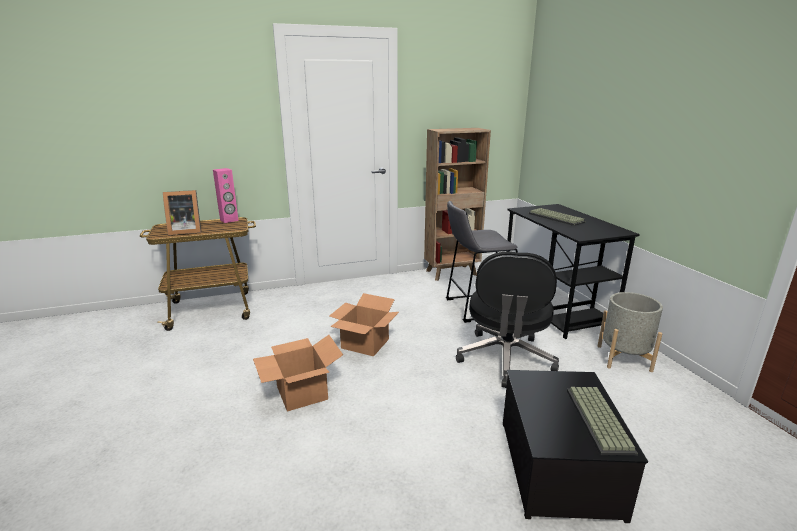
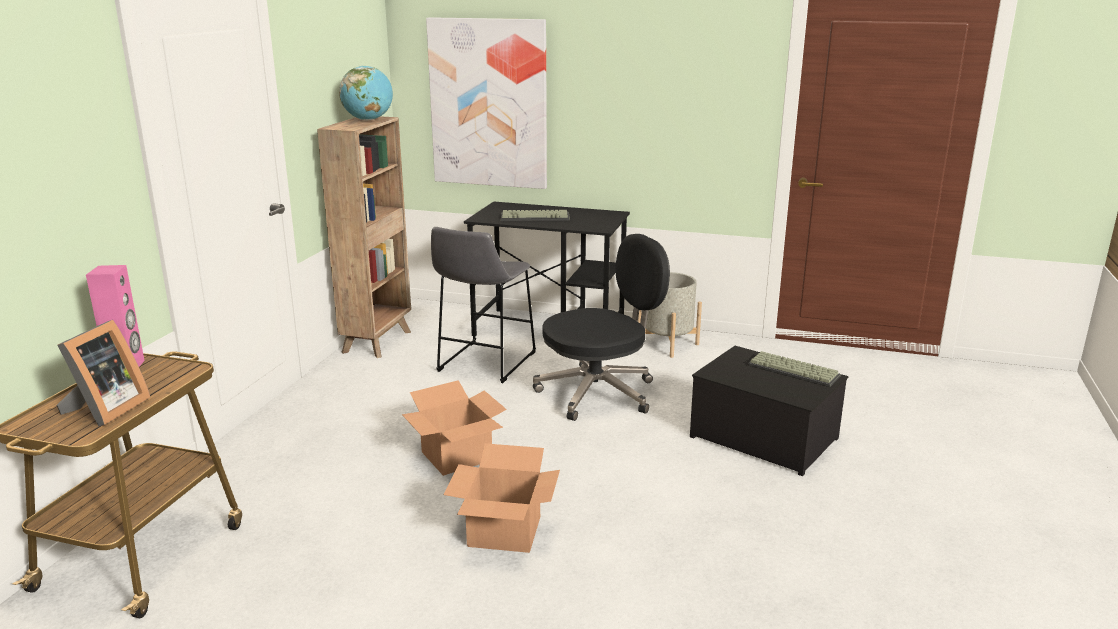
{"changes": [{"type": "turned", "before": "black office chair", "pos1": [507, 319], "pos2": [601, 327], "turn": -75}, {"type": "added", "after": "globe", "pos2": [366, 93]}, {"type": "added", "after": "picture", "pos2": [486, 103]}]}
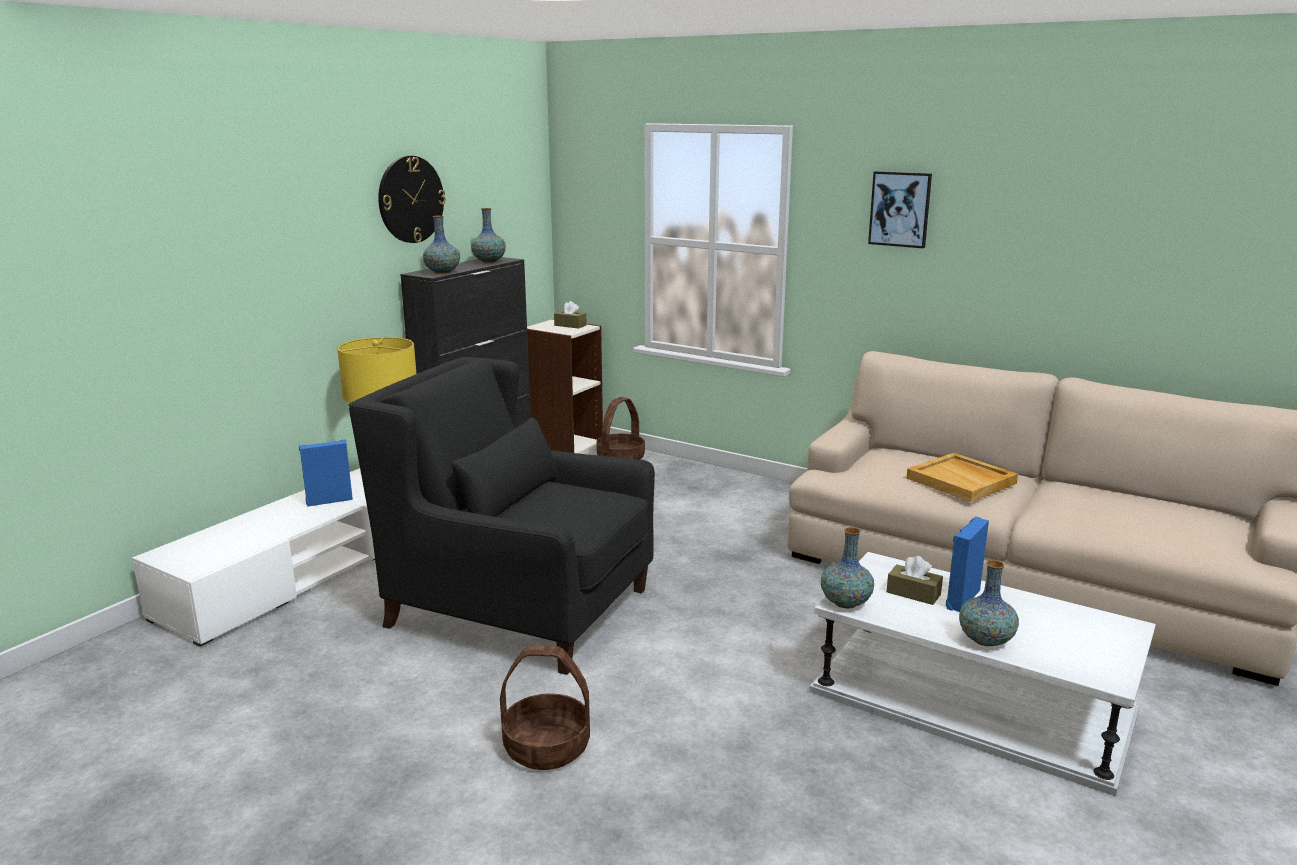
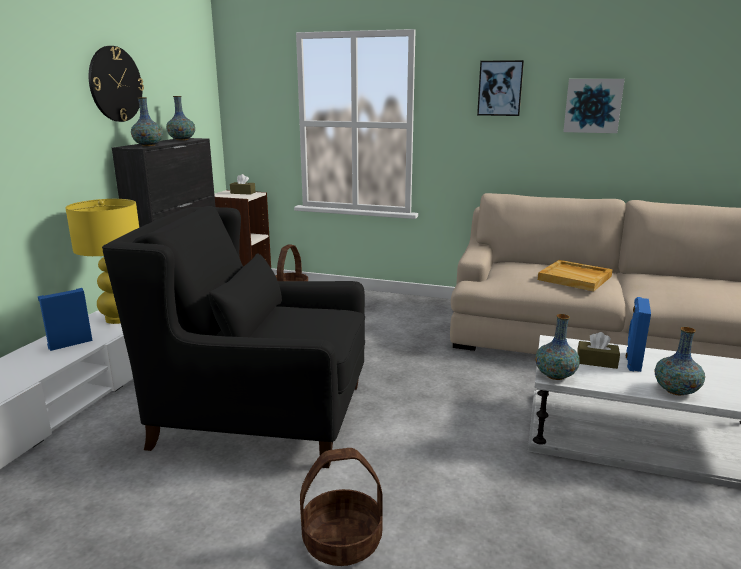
{"changes": [{"type": "added", "after": "picture", "pos2": [594, 106]}]}
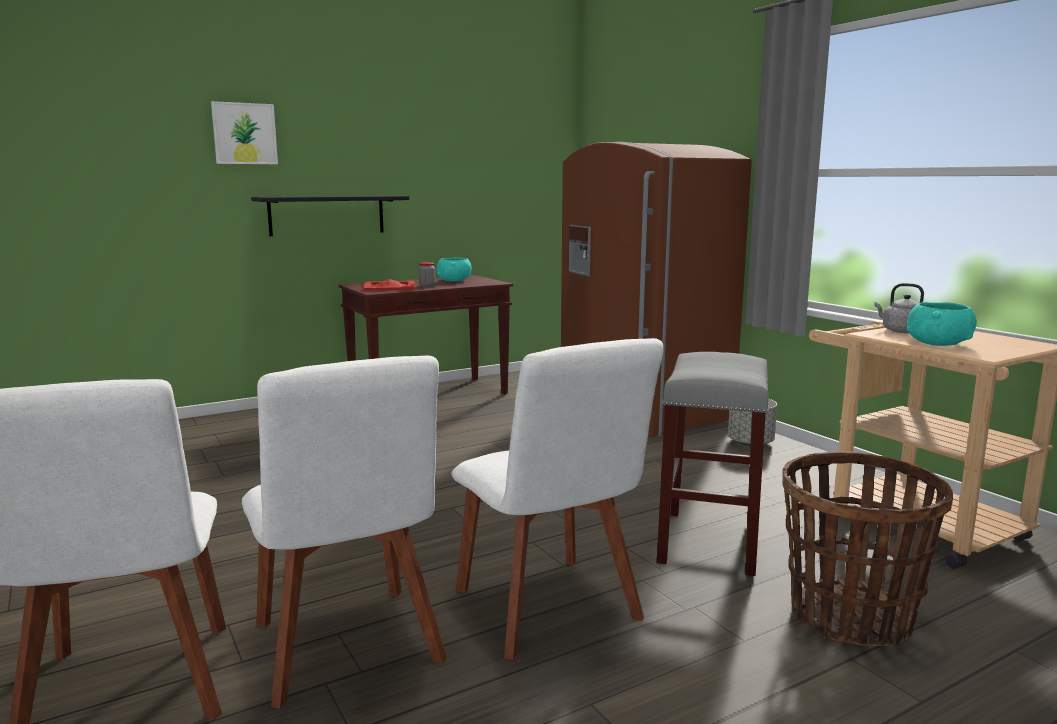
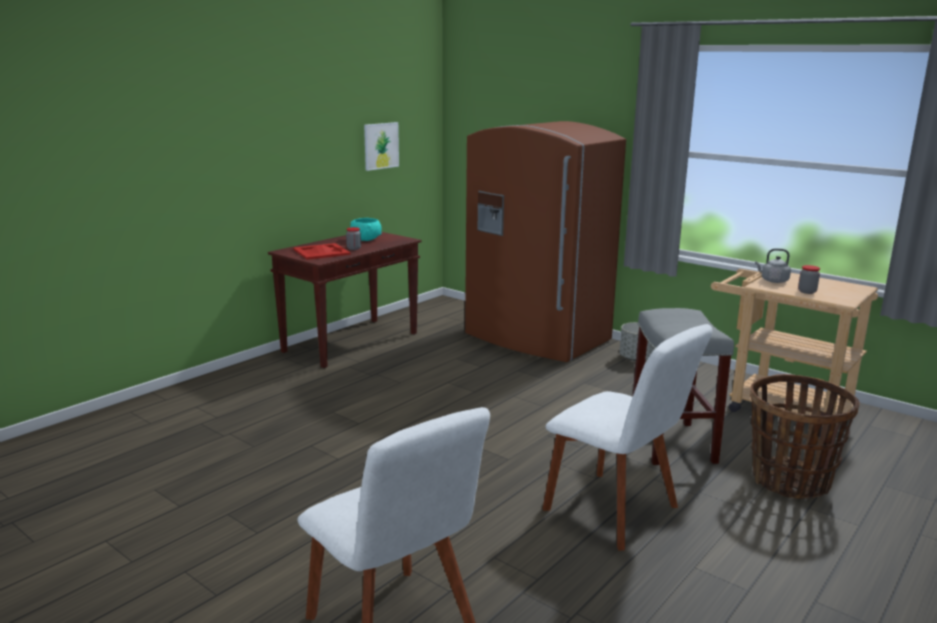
{"changes": [{"type": "moved", "before": "picture", "pos1": [244, 132], "pos2": [381, 146]}, {"type": "removed", "before": "white chair", "pos1": [344, 532]}, {"type": "removed", "before": "black shelf", "pos1": [330, 215]}, {"type": "replaced", "before": "turquoise bowl", "after": "jar", "pos1": [942, 324], "pos2": [809, 279]}]}
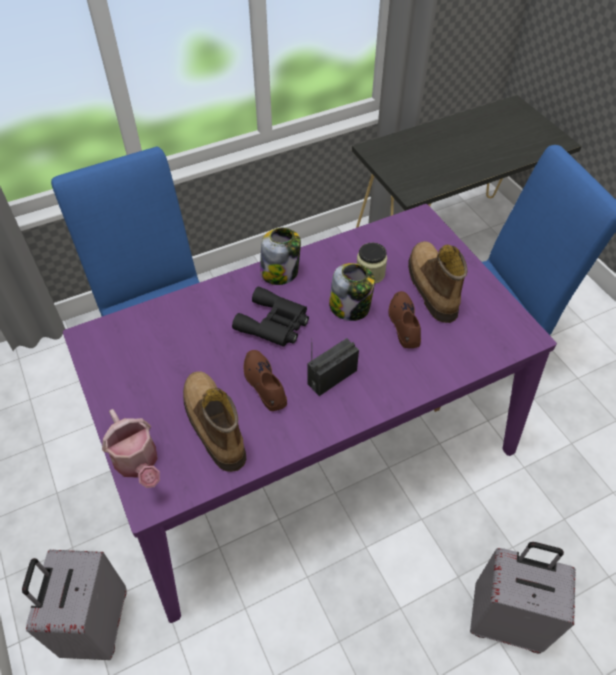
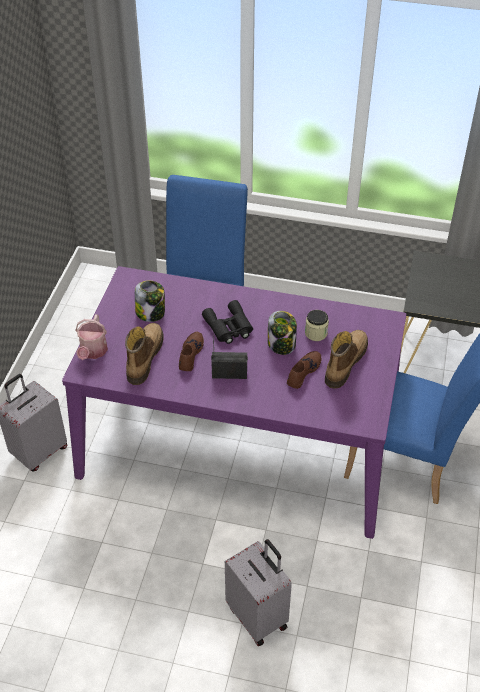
{"changes": [{"type": "moved", "before": "jar", "pos1": [280, 256], "pos2": [150, 301]}]}
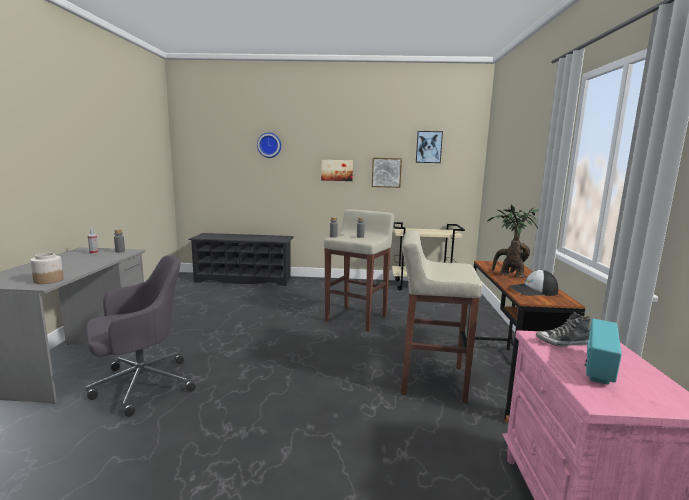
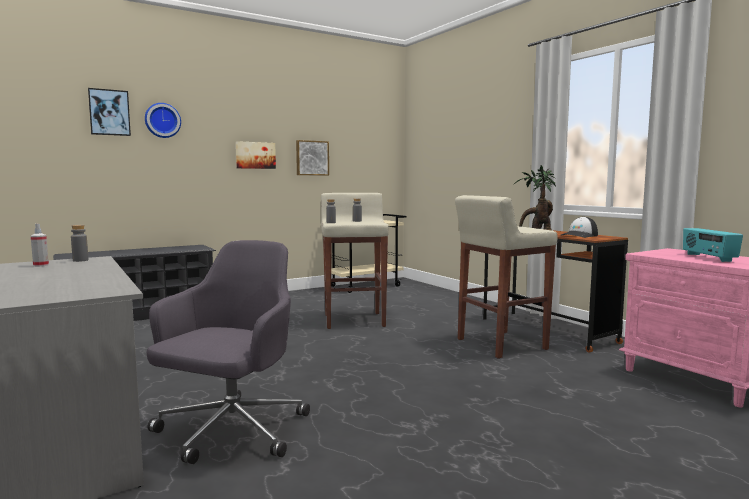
{"changes": [{"type": "removed", "before": "jar", "pos1": [47, 268]}, {"type": "moved", "before": "picture", "pos1": [429, 147], "pos2": [109, 112]}, {"type": "removed", "before": "shoe", "pos1": [563, 329]}]}
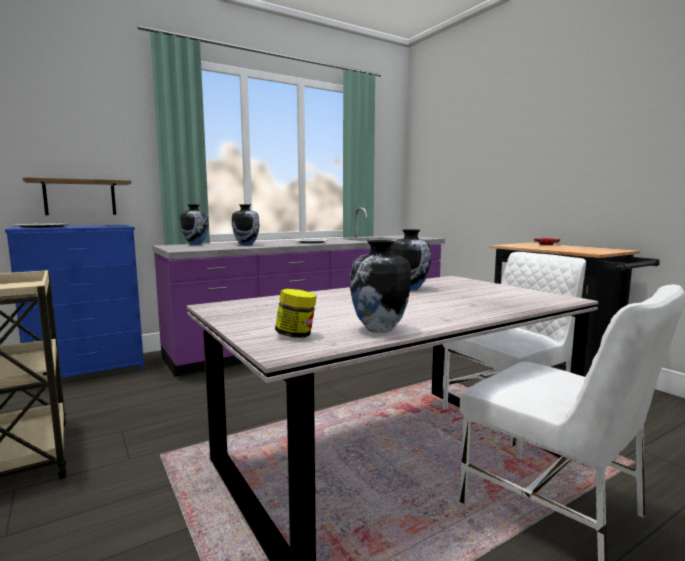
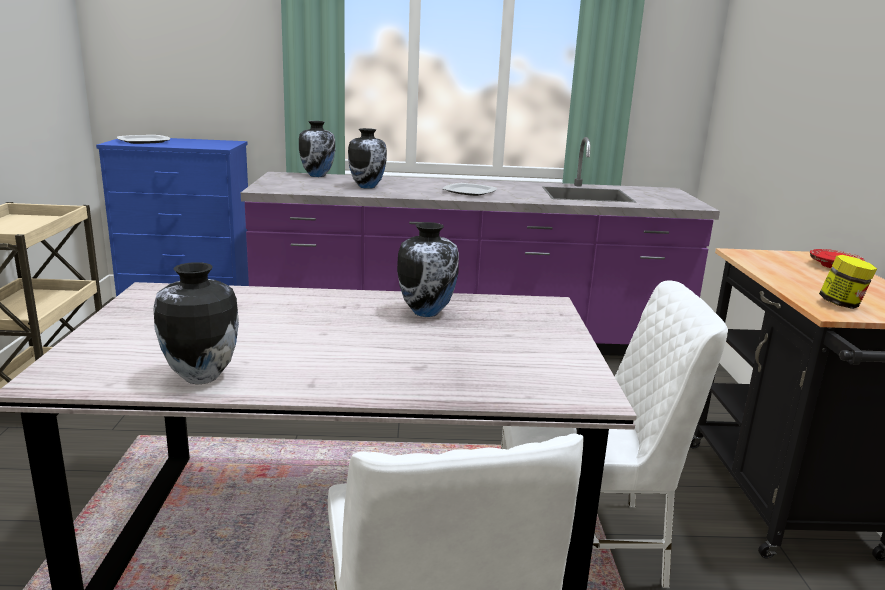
{"changes": [{"type": "removed", "before": "shelf", "pos1": [77, 196]}, {"type": "moved", "before": "jar", "pos1": [296, 313], "pos2": [848, 282]}]}
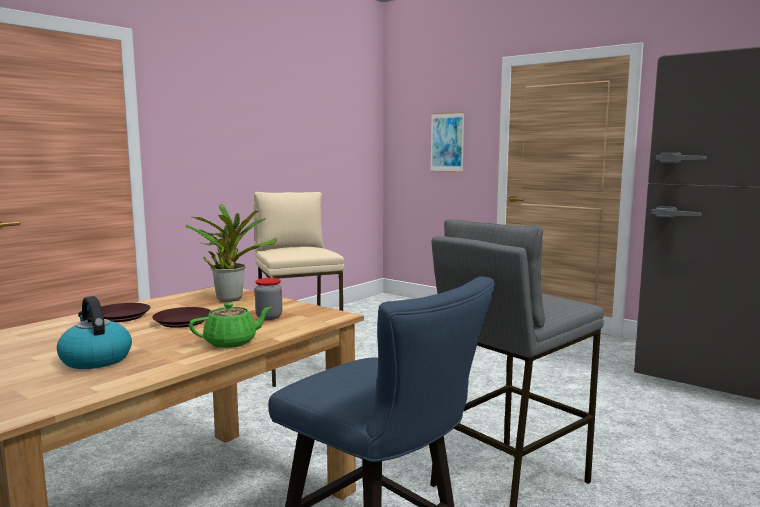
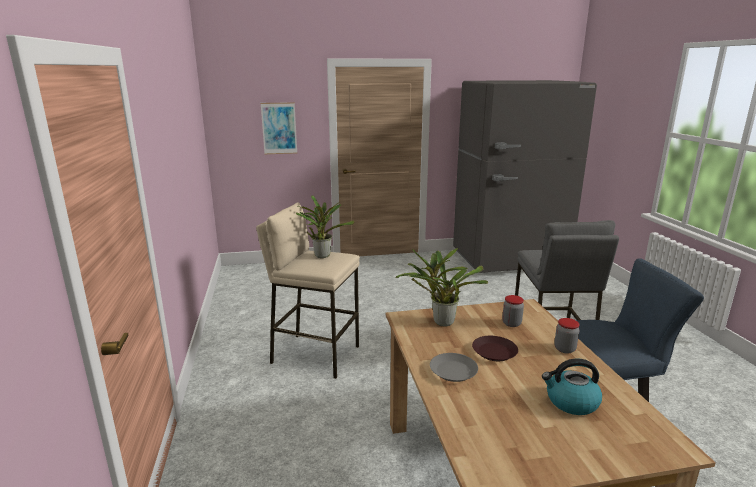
{"changes": [{"type": "recoloured", "before": "brown plate", "after": "grey plate", "pos1": [125, 312], "pos2": [454, 367]}, {"type": "replaced", "before": "green teapot", "after": "jar", "pos1": [230, 325], "pos2": [567, 336]}, {"type": "added", "after": "potted plant", "pos2": [325, 226]}]}
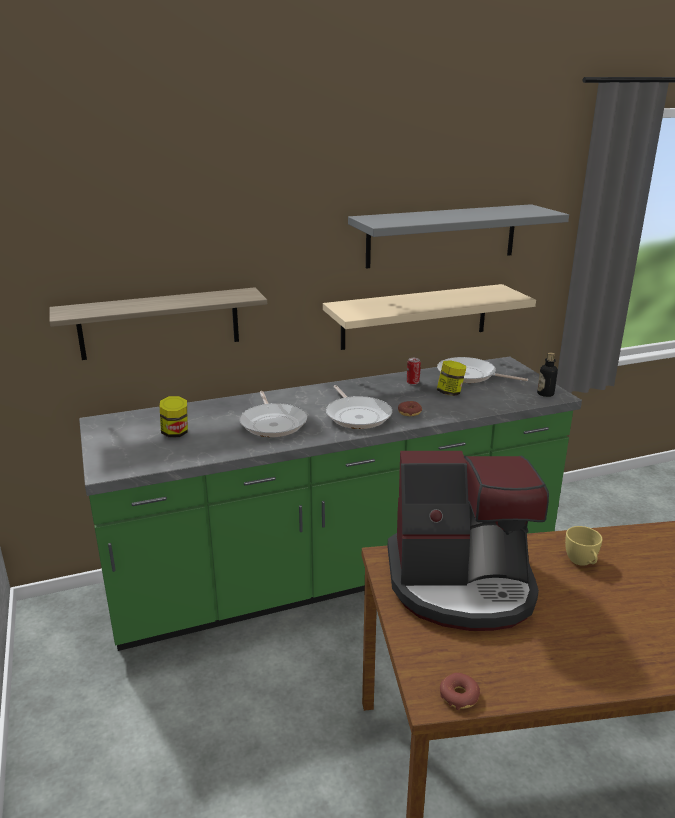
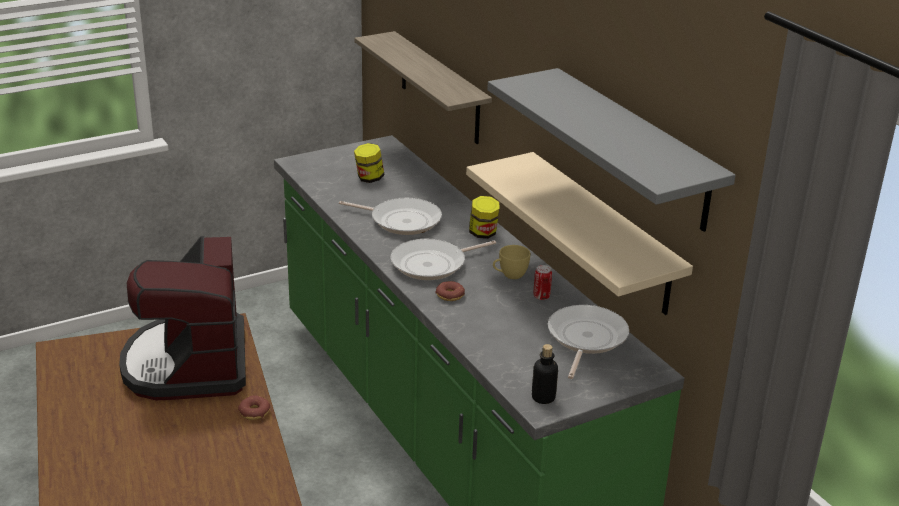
{"changes": [{"type": "turned", "before": "frying pan", "pos1": [273, 414], "pos2": [390, 216], "turn": -135}, {"type": "moved", "before": "jar", "pos1": [451, 378], "pos2": [484, 217]}, {"type": "moved", "before": "donut", "pos1": [460, 691], "pos2": [254, 407]}, {"type": "moved", "before": "yellow cup", "pos1": [584, 546], "pos2": [512, 262]}]}
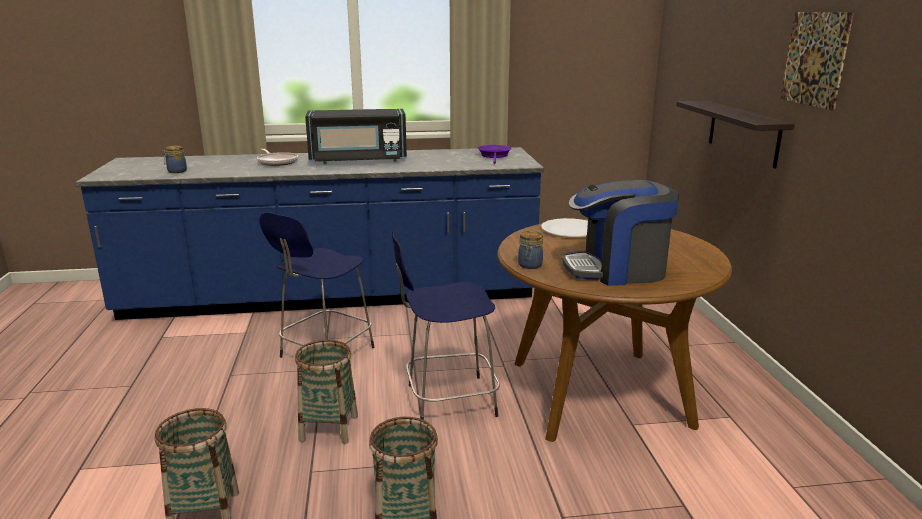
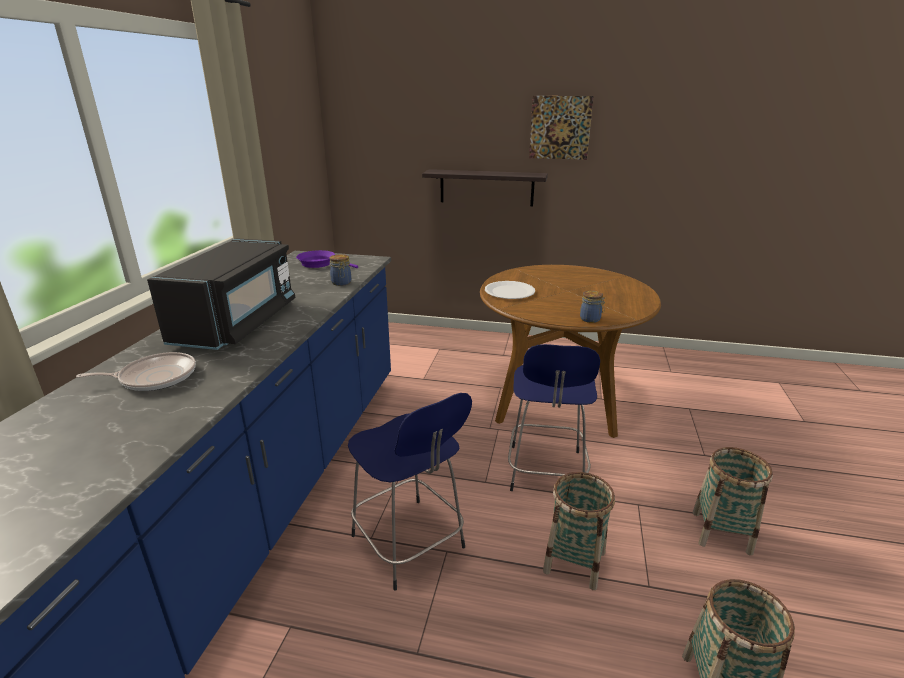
{"changes": [{"type": "moved", "before": "jar", "pos1": [175, 159], "pos2": [340, 270]}, {"type": "removed", "before": "coffee machine", "pos1": [620, 233]}]}
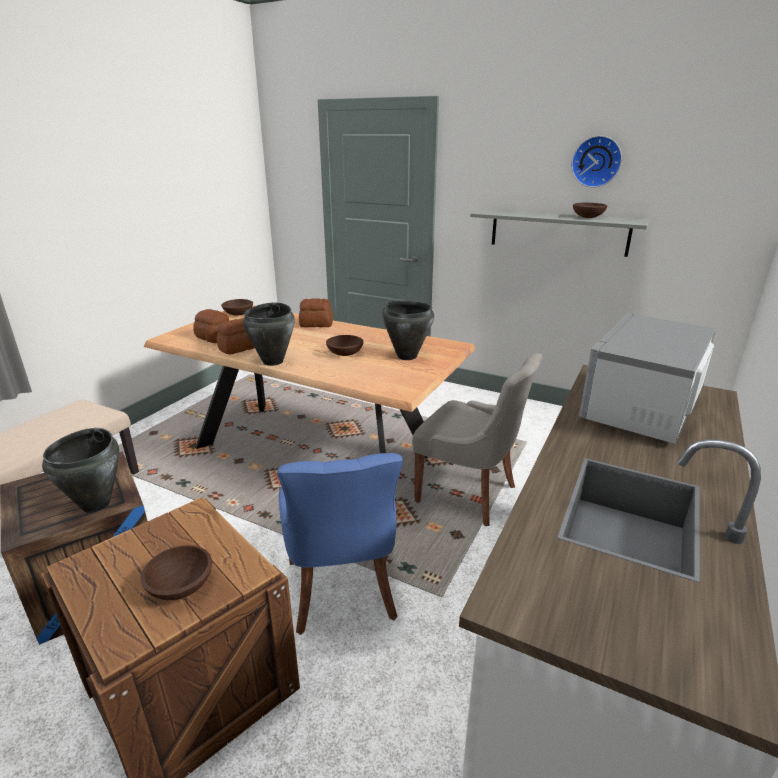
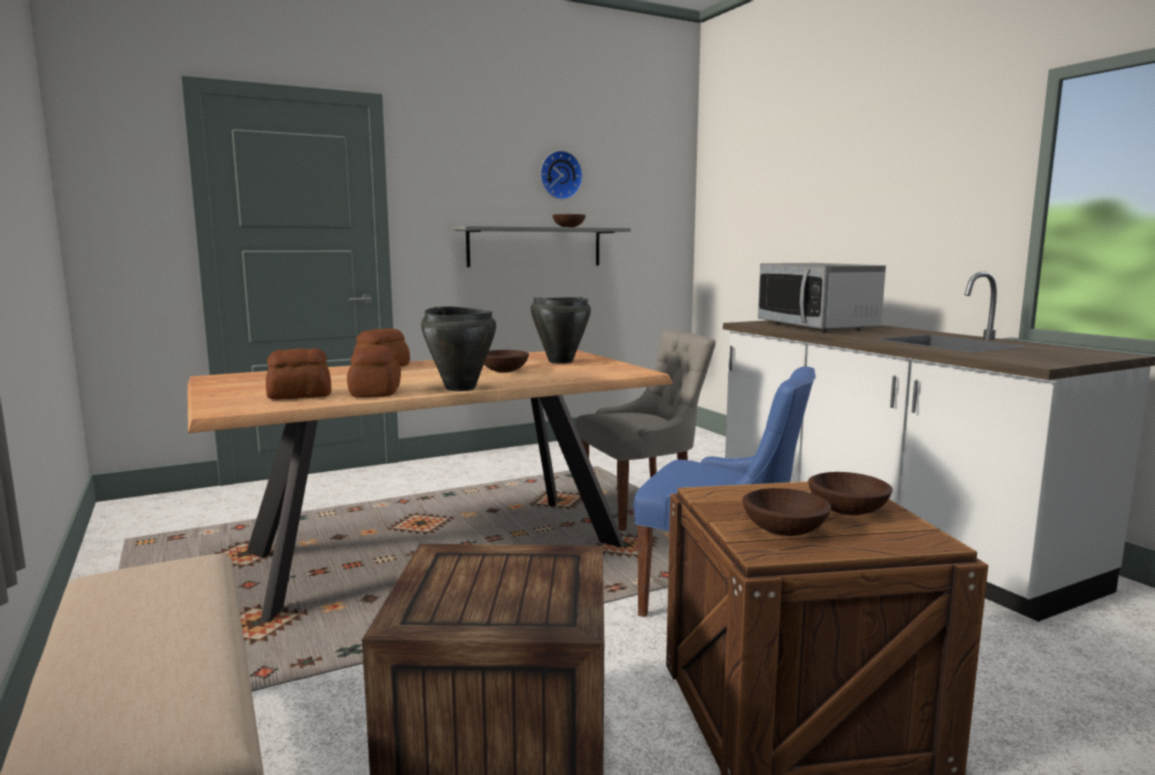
{"changes": [{"type": "removed", "before": "black cooking pot", "pos1": [80, 470]}, {"type": "moved", "before": "brown bowl", "pos1": [237, 307], "pos2": [786, 512]}]}
